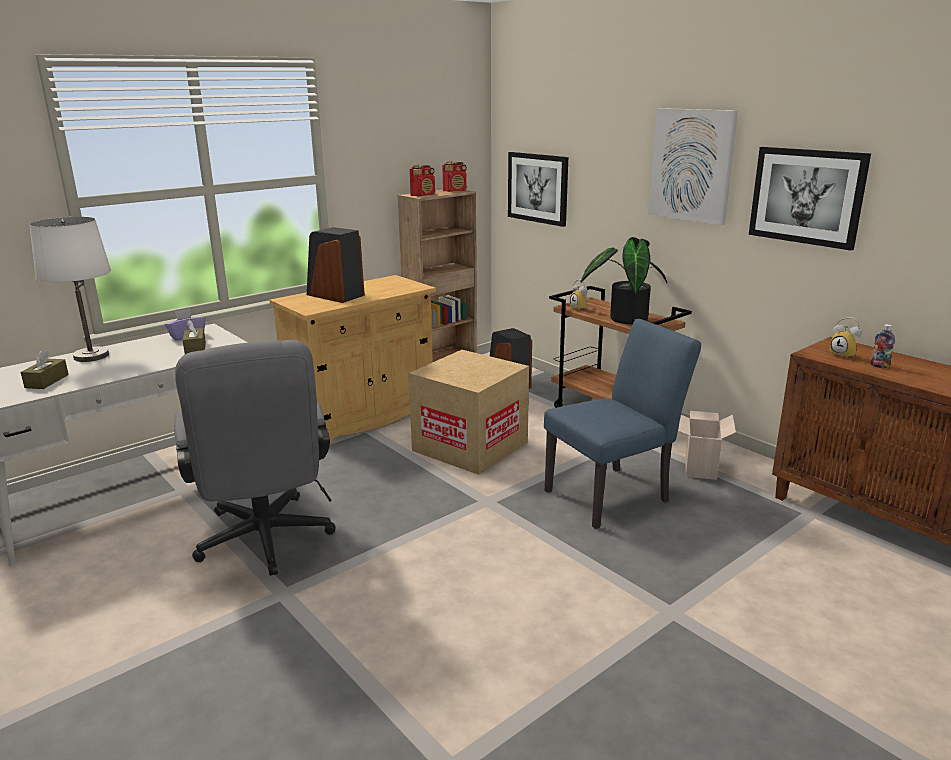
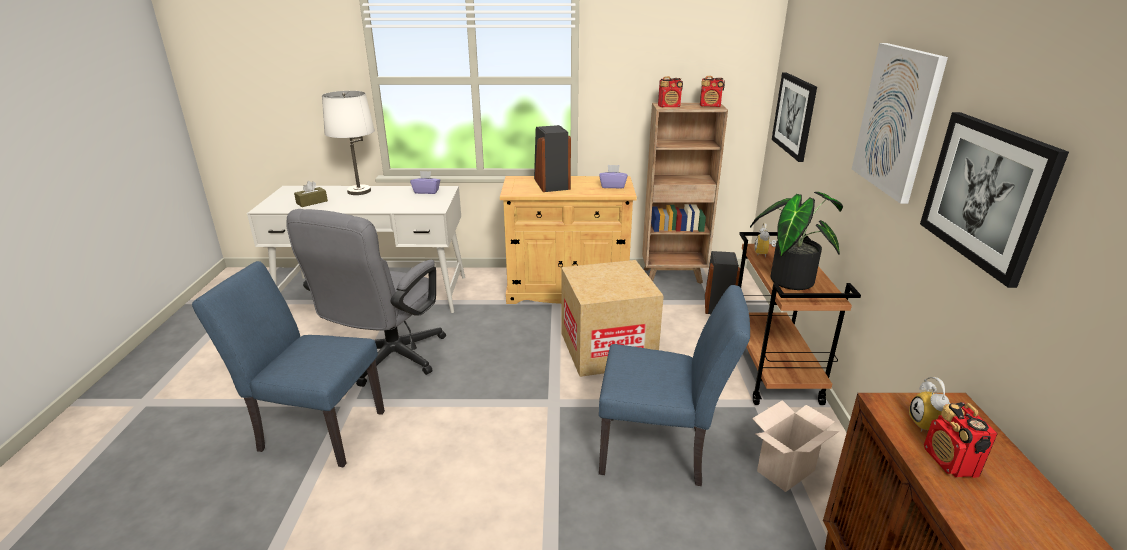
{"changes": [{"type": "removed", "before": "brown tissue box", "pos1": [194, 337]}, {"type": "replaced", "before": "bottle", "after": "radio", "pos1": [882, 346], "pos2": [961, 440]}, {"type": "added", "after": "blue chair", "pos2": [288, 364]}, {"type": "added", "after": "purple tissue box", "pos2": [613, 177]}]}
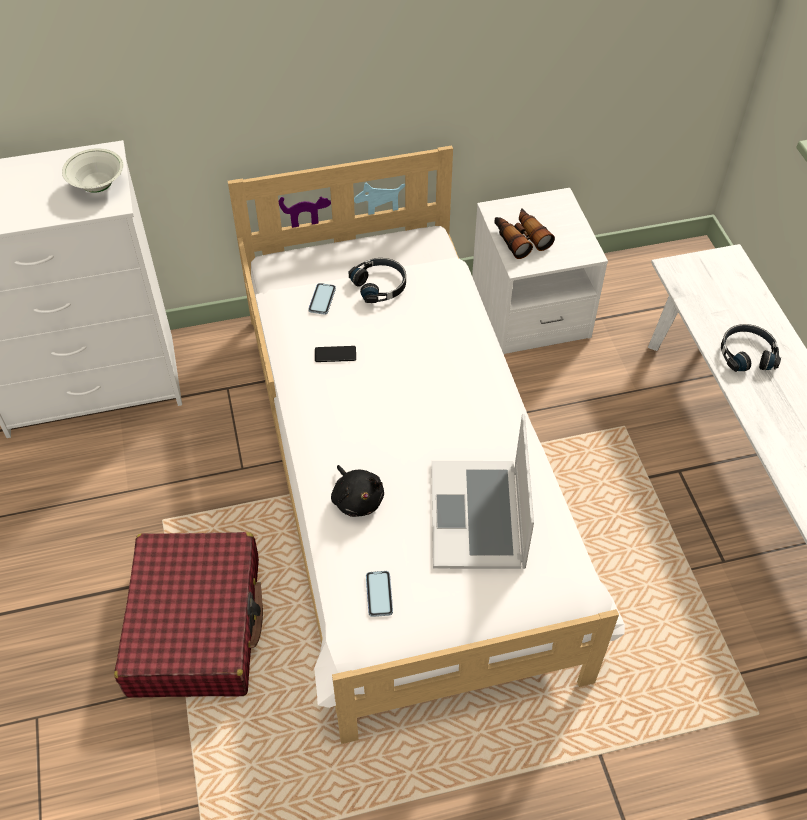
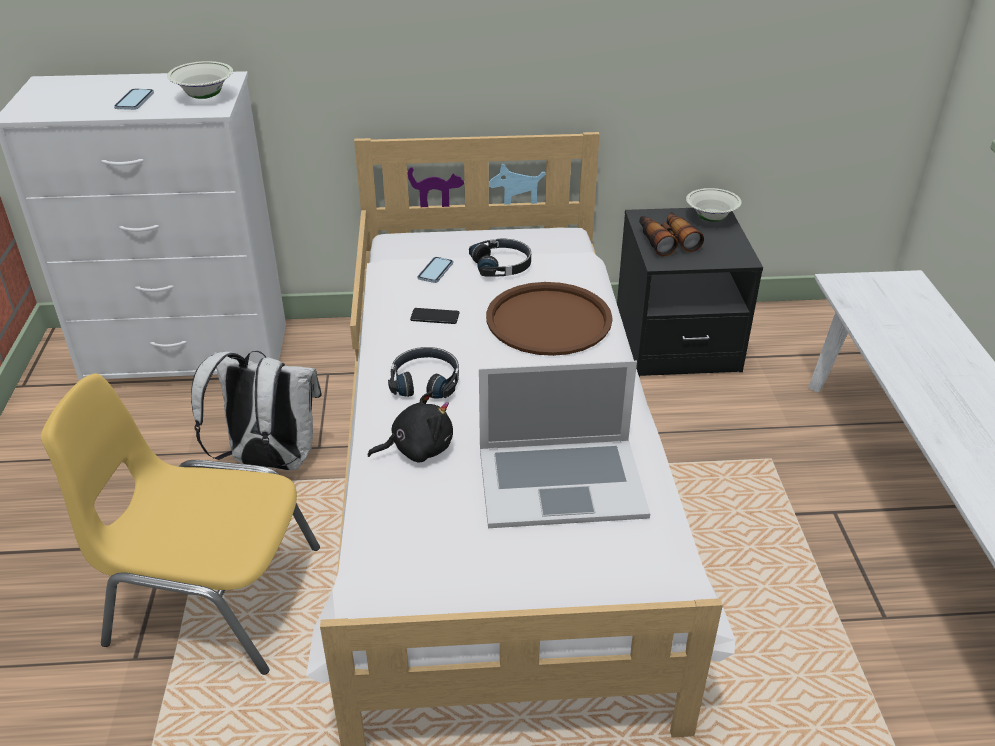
{"changes": [{"type": "replaced", "before": "red suitcase", "after": "yellow chair", "pos1": [188, 615], "pos2": [180, 524]}, {"type": "turned", "before": "black plush toy", "pos1": [357, 491], "pos2": [410, 426], "turn": -90}, {"type": "moved", "before": "phone", "pos1": [379, 594], "pos2": [134, 99]}, {"type": "turned", "before": "laptop", "pos1": [482, 491], "pos2": [564, 444], "turn": -105}, {"type": "recoloured", "before": "white nightstand", "after": "black nightstand", "pos1": [540, 271], "pos2": [690, 292]}, {"type": "moved", "before": "black headphones", "pos1": [751, 348], "pos2": [423, 372]}, {"type": "added", "after": "white backpack", "pos2": [256, 410]}, {"type": "added", "after": "brown tray", "pos2": [549, 319]}, {"type": "added", "after": "white bowl", "pos2": [714, 205]}]}
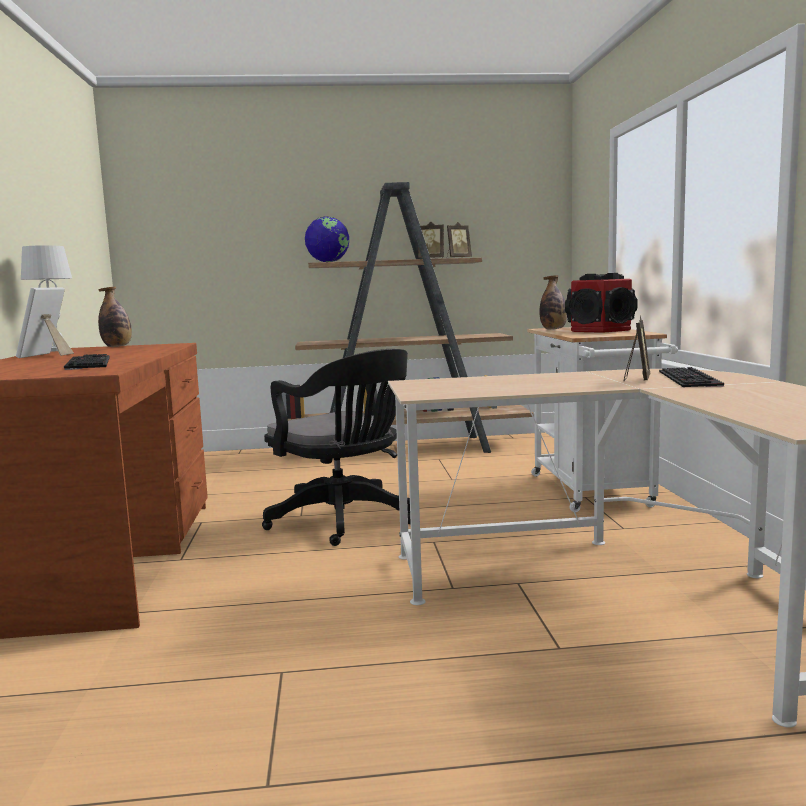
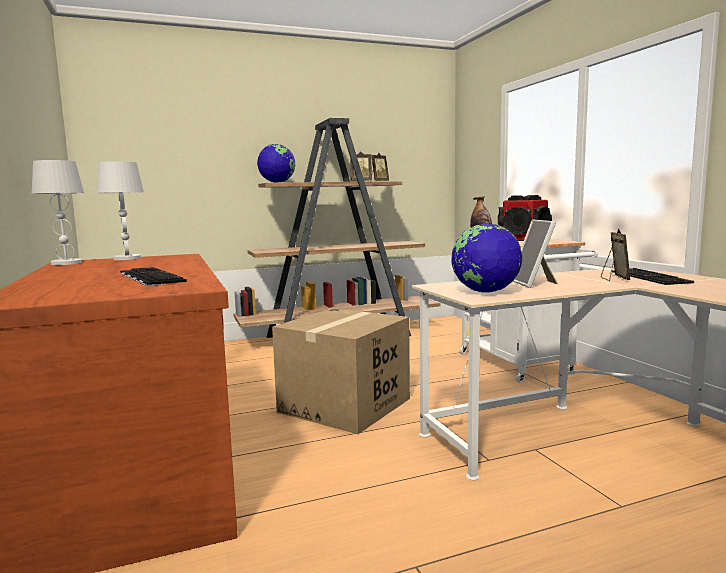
{"changes": [{"type": "moved", "before": "picture frame", "pos1": [45, 322], "pos2": [535, 254]}, {"type": "replaced", "before": "bottle", "after": "white table lamp", "pos1": [115, 316], "pos2": [120, 210]}, {"type": "replaced", "before": "black office chair", "after": "cardboard box", "pos1": [336, 447], "pos2": [341, 371]}, {"type": "added", "after": "globe", "pos2": [486, 258]}]}
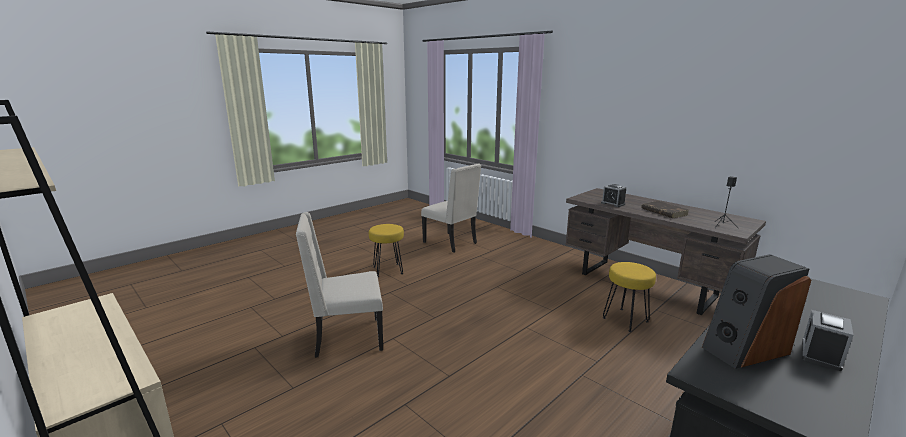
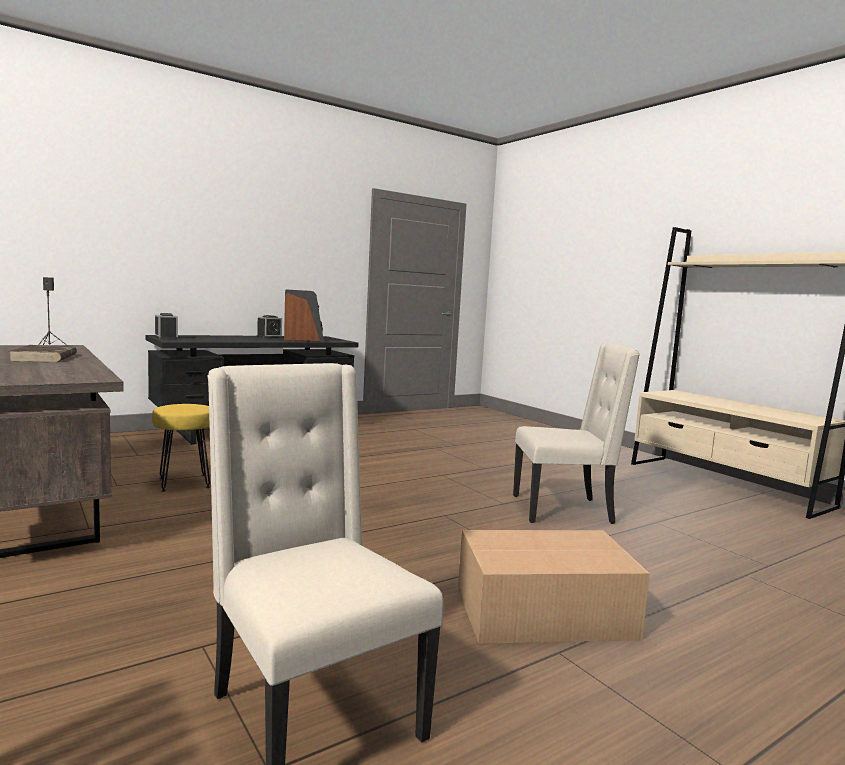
{"changes": [{"type": "replaced", "before": "yellow stool", "after": "cardboard box", "pos1": [386, 250], "pos2": [554, 587]}, {"type": "moved", "before": "alarm clock", "pos1": [613, 195], "pos2": [166, 326]}]}
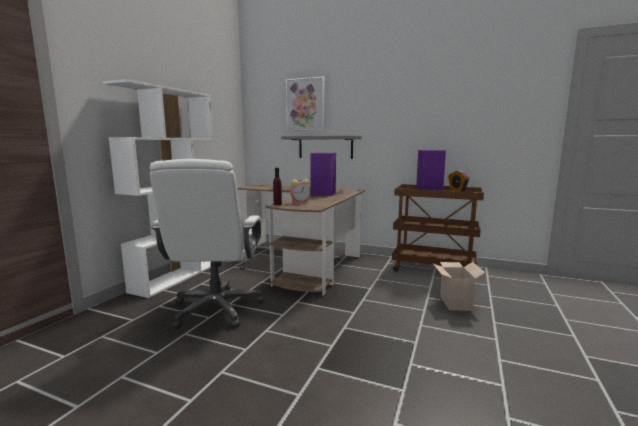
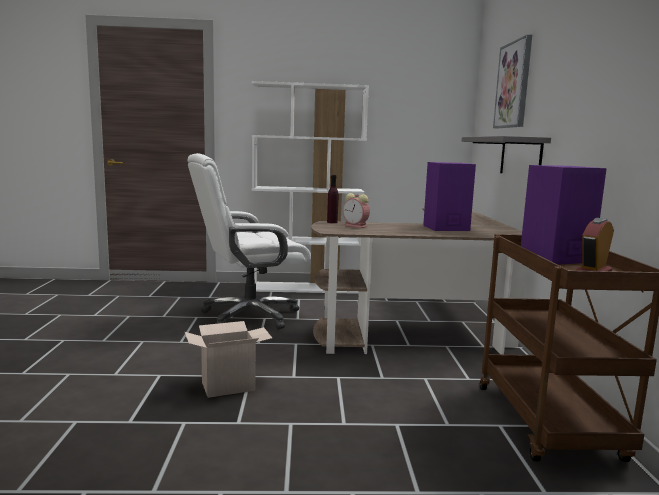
{"changes": [{"type": "moved", "before": "cardboard box", "pos1": [459, 286], "pos2": [228, 359]}]}
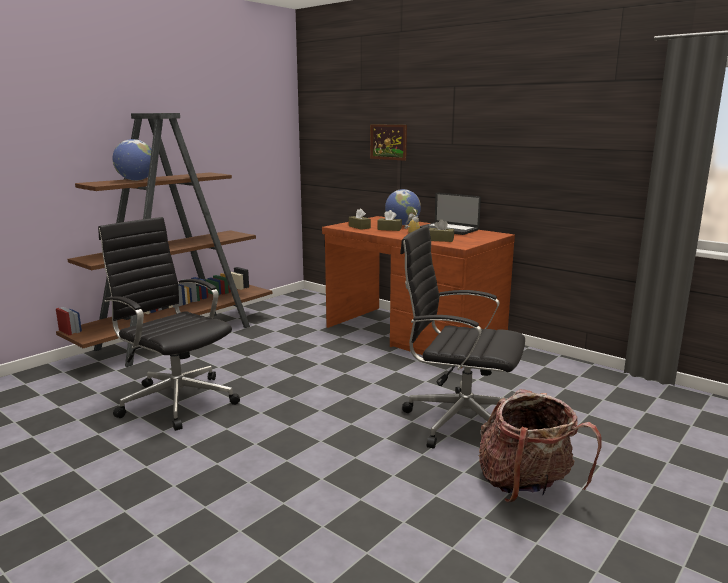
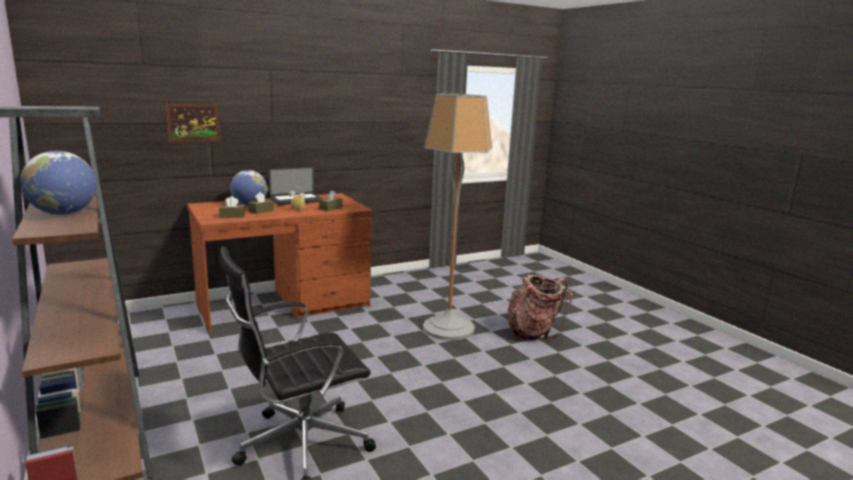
{"changes": [{"type": "replaced", "before": "black office chair", "after": "floor lamp", "pos1": [462, 337], "pos2": [457, 217]}]}
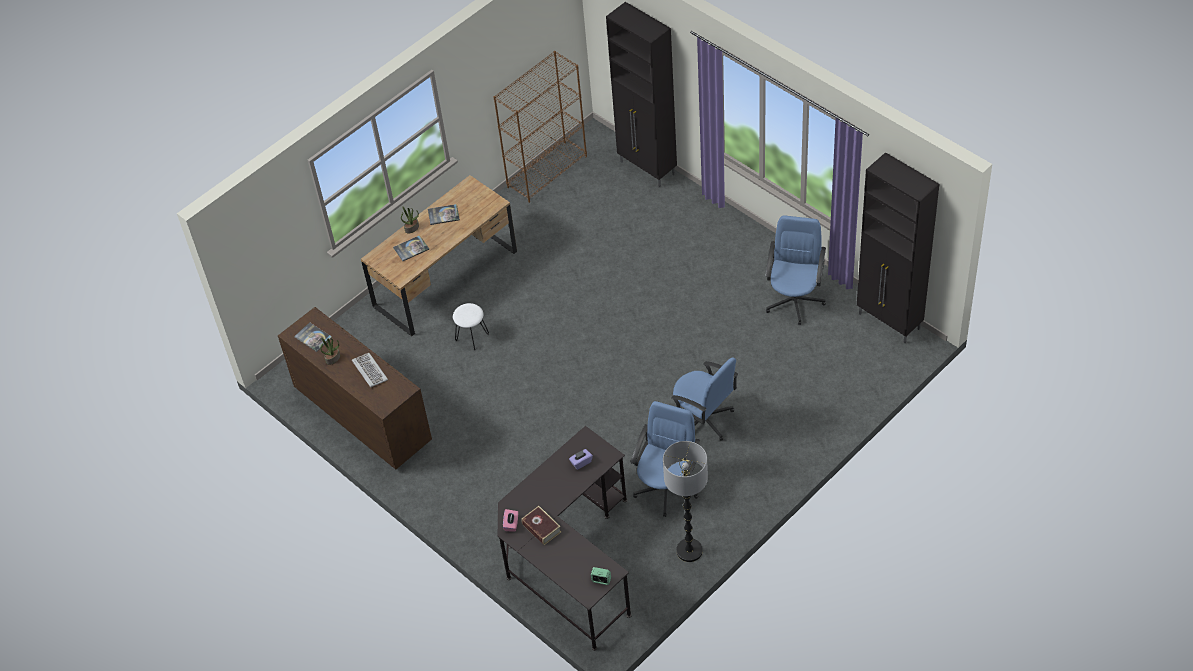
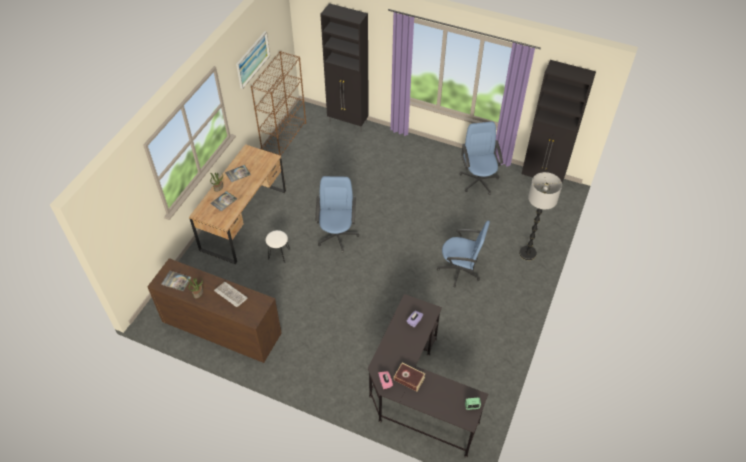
{"changes": [{"type": "moved", "before": "blue office chair", "pos1": [665, 459], "pos2": [337, 214]}, {"type": "moved", "before": "floor lamp", "pos1": [685, 501], "pos2": [540, 216]}, {"type": "added", "after": "picture", "pos2": [253, 60]}]}
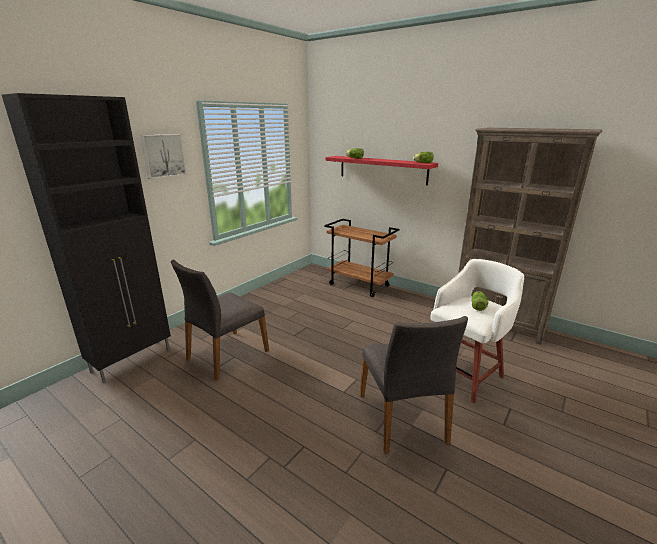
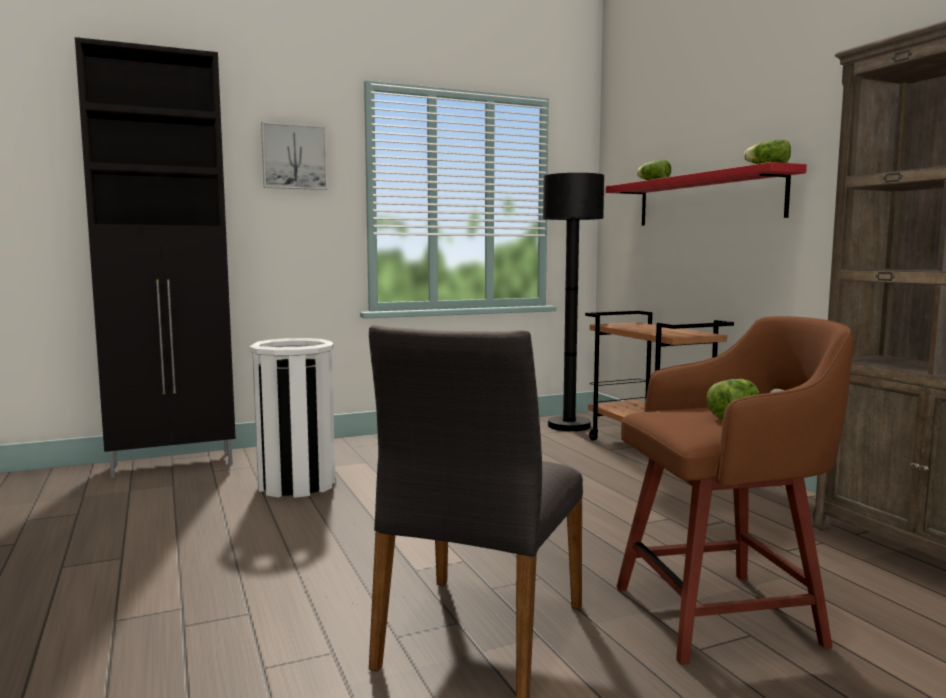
{"changes": [{"type": "replaced", "before": "grey chair", "after": "white trash can", "pos1": [220, 320], "pos2": [292, 418]}, {"type": "recoloured", "before": "white stool", "after": "brown stool", "pos1": [477, 331], "pos2": [734, 490]}, {"type": "added", "after": "black floor lamp", "pos2": [573, 302]}]}
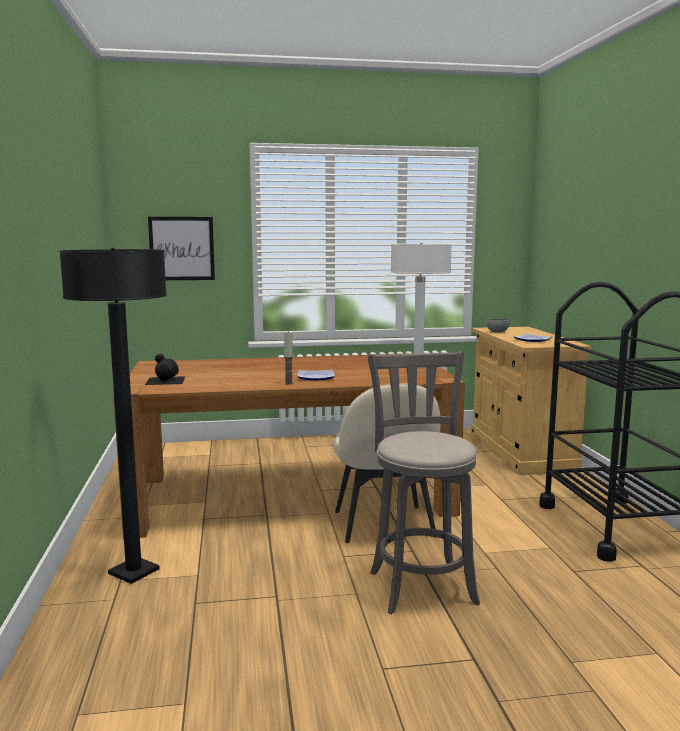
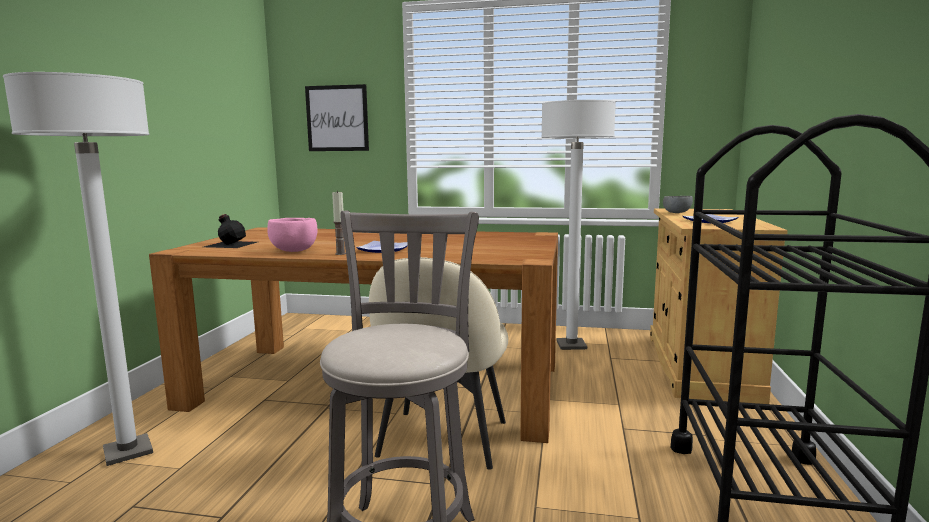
{"changes": [{"type": "recoloured", "before": "black floor lamp", "after": "white floor lamp", "pos1": [113, 416], "pos2": [78, 269]}, {"type": "added", "after": "pink bowl", "pos2": [292, 235]}]}
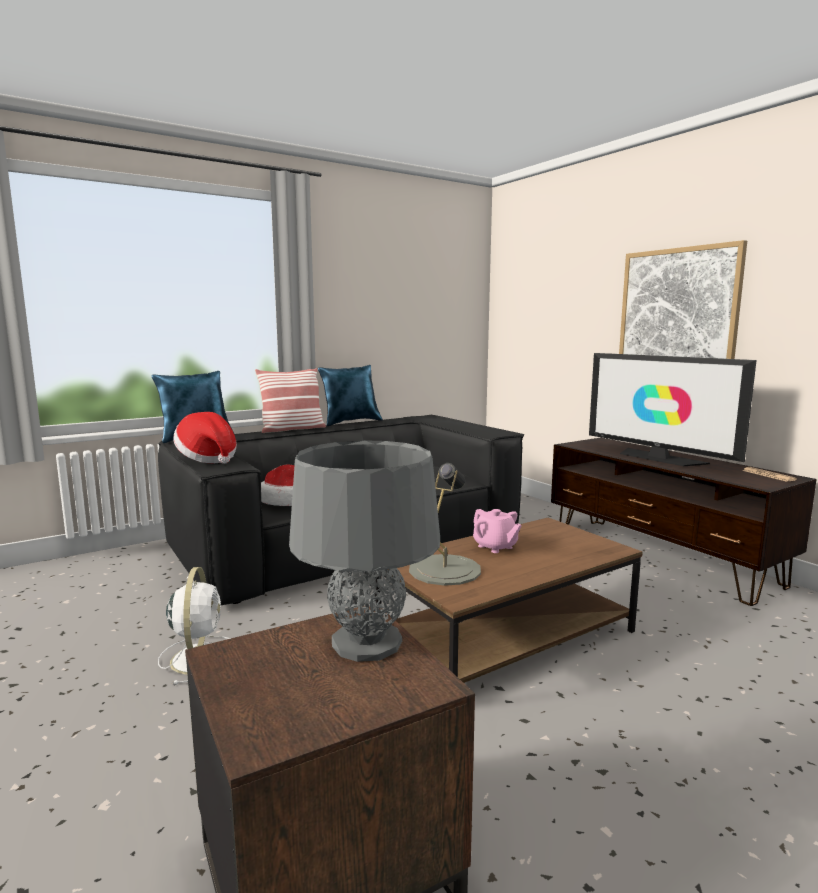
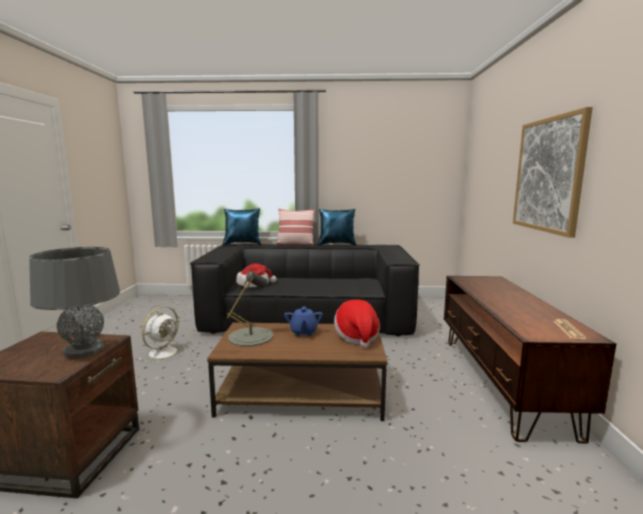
{"changes": [{"type": "moved", "before": "hat", "pos1": [205, 438], "pos2": [357, 324]}, {"type": "recoloured", "before": "pink teapot", "after": "blue teapot", "pos1": [497, 531], "pos2": [303, 321]}, {"type": "removed", "before": "television", "pos1": [673, 409]}]}
